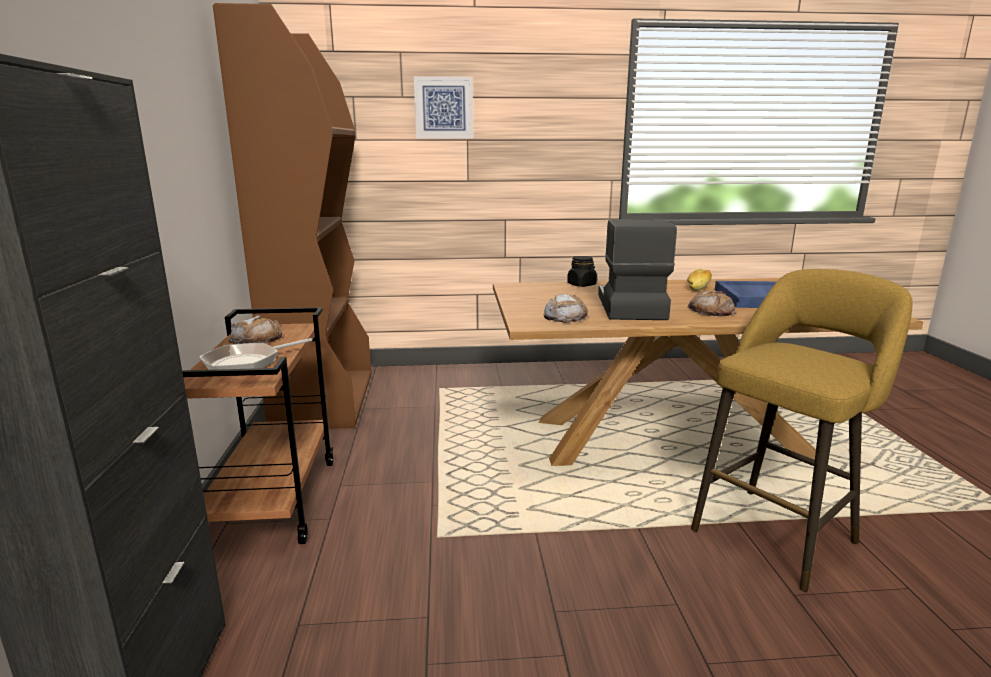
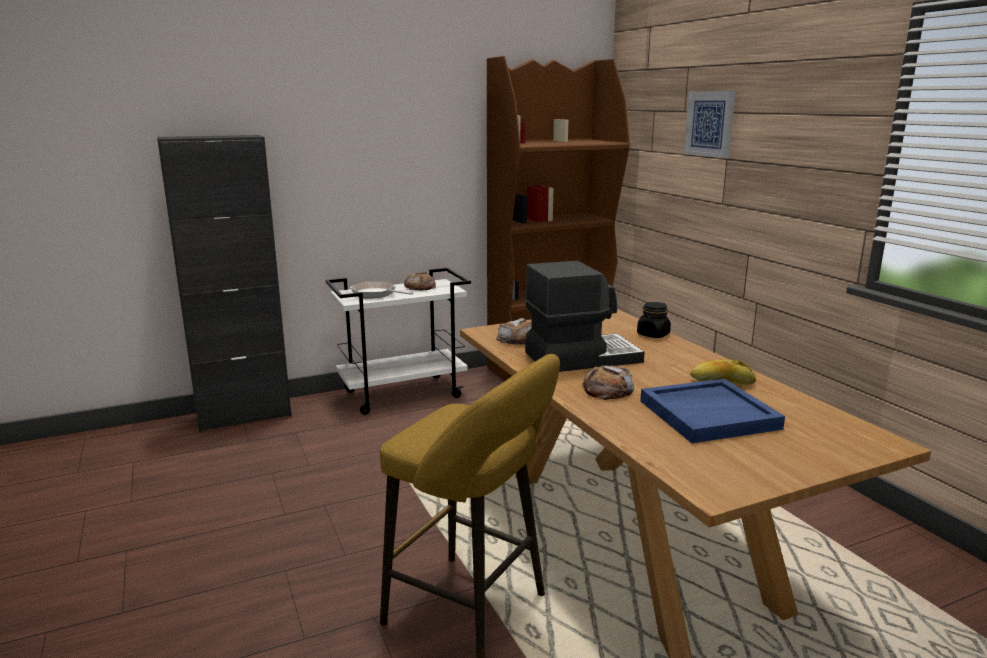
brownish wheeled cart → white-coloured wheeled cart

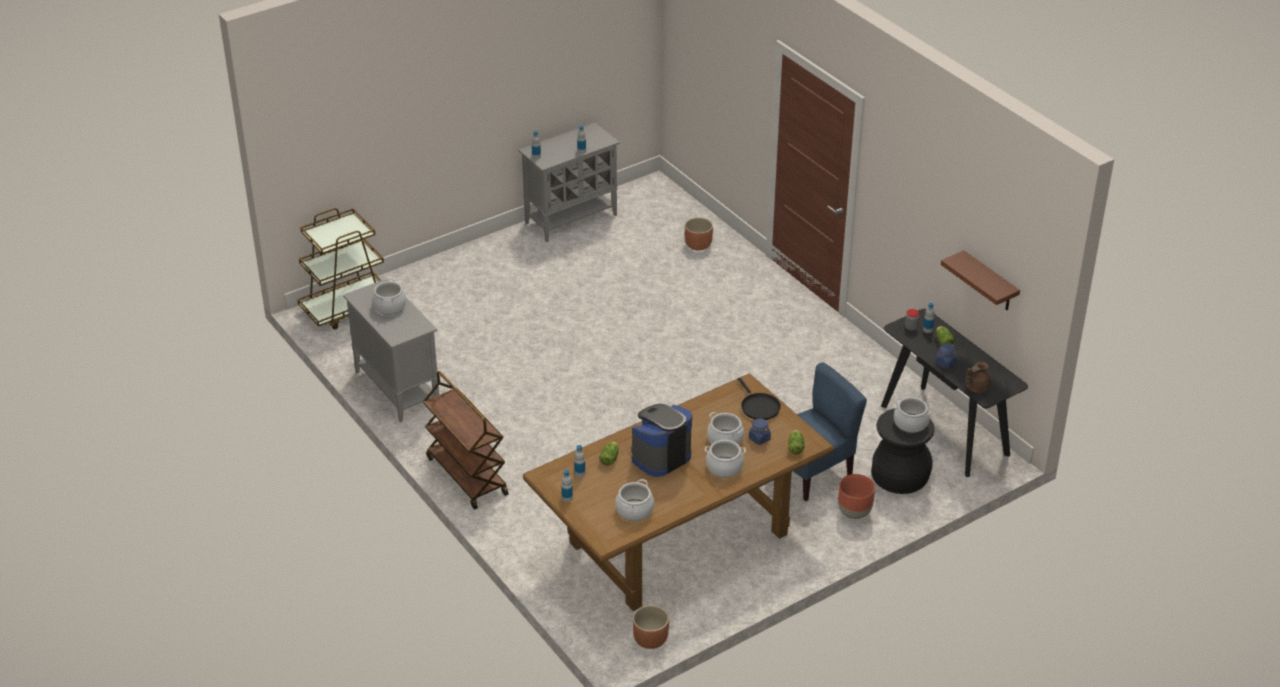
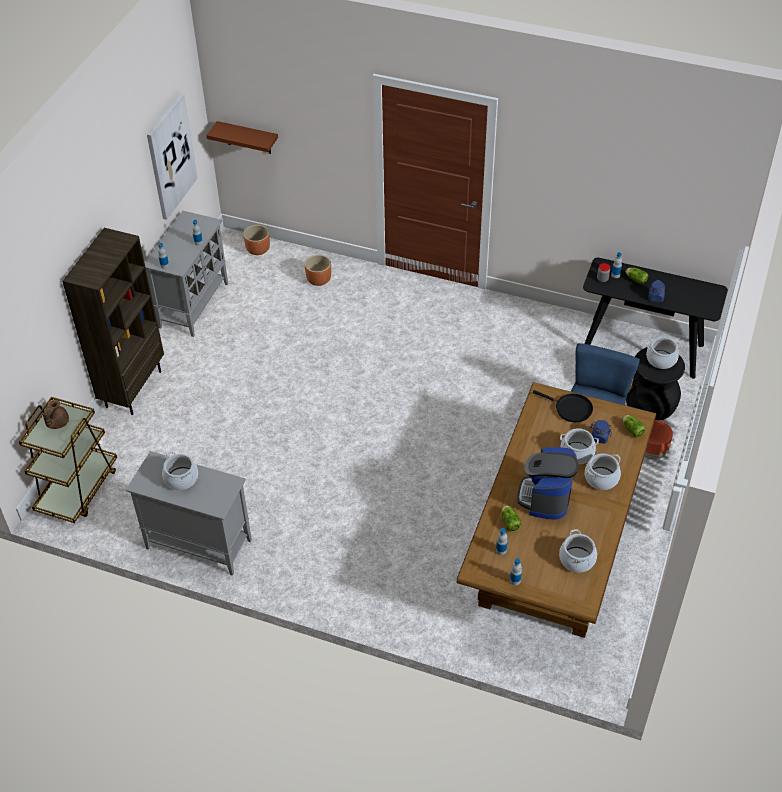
brownish teapot, shifted
- → brownish bookshelf
- → picture
brownish bracket shelf, shifted
brownish flower pot (no. 1 from left), shifted
brownish wheeled cart (no. 2 from left) → -

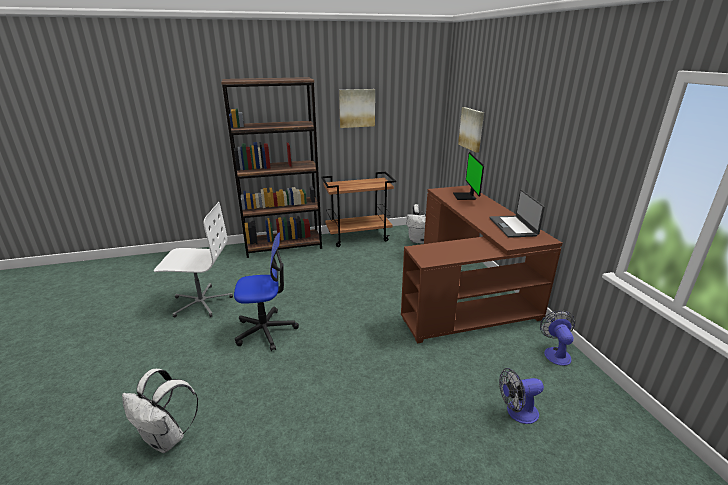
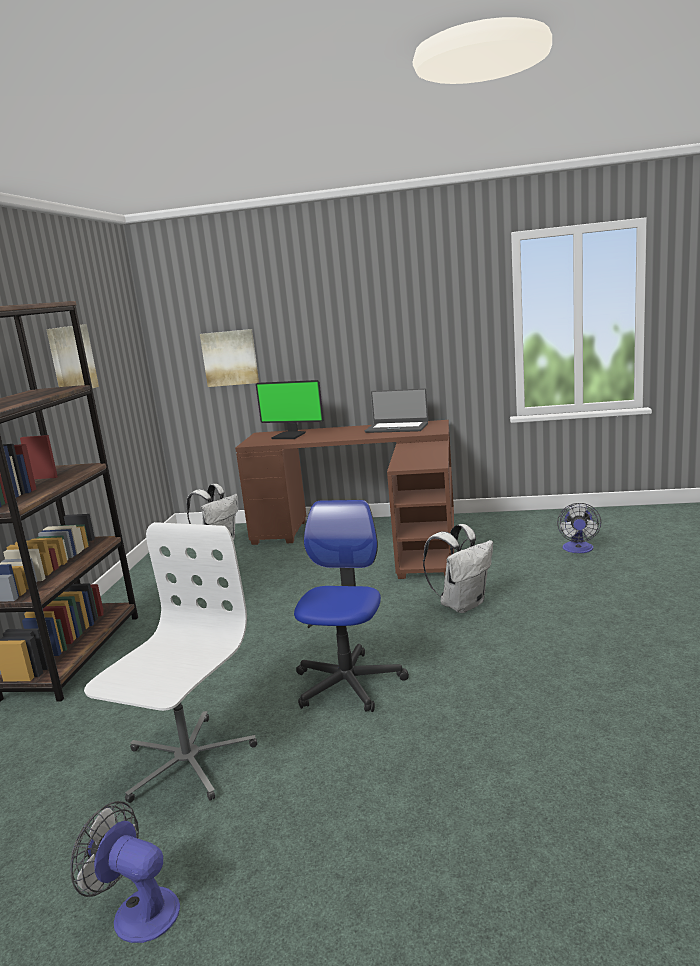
cooling fan (no. 2 from left in the first image) → cooling fan (no. 1 from left), shifted
white-coloured knapsack (no. 1 from left in the first image) → white-coloured knapsack (no. 2 from left), shifted
brownish wheeled cart → -

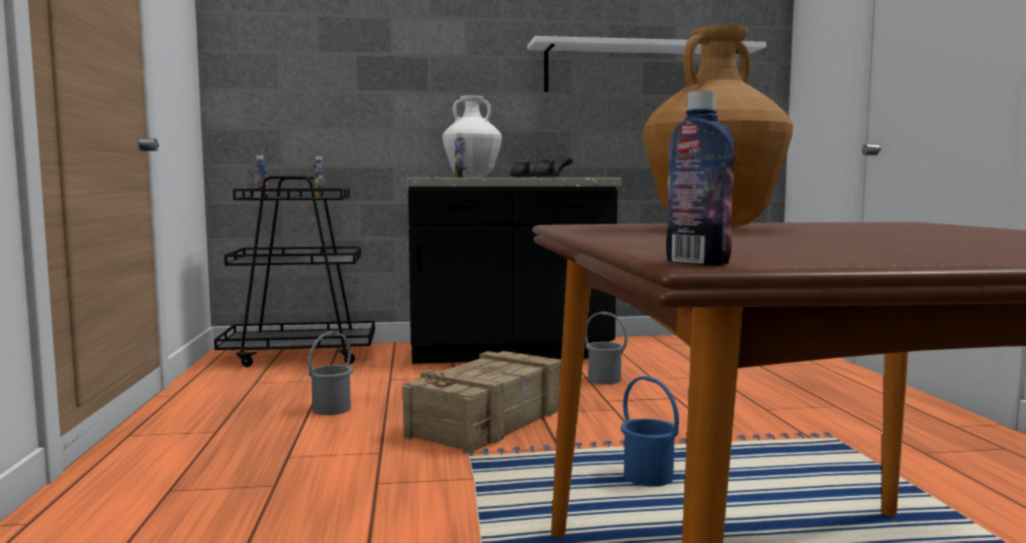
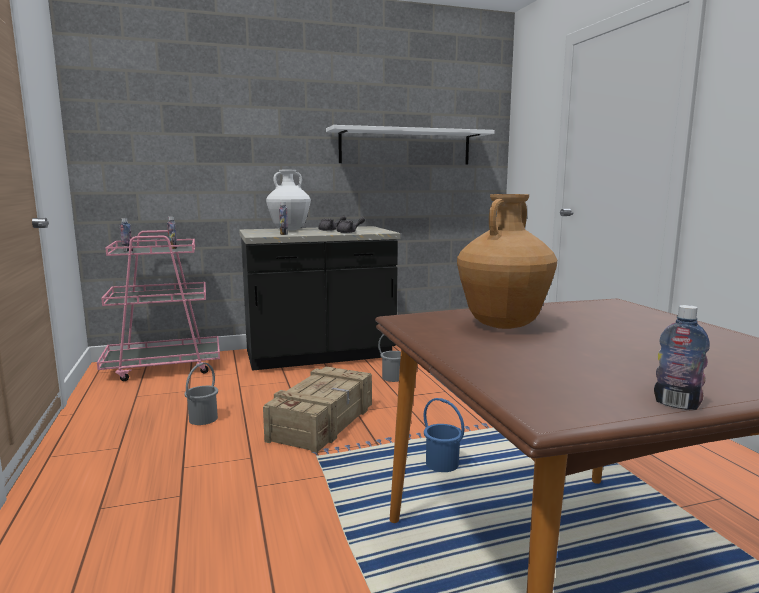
black wheeled cart → pinkish wheeled cart
beverage bottle (no. 4 from left), shifted

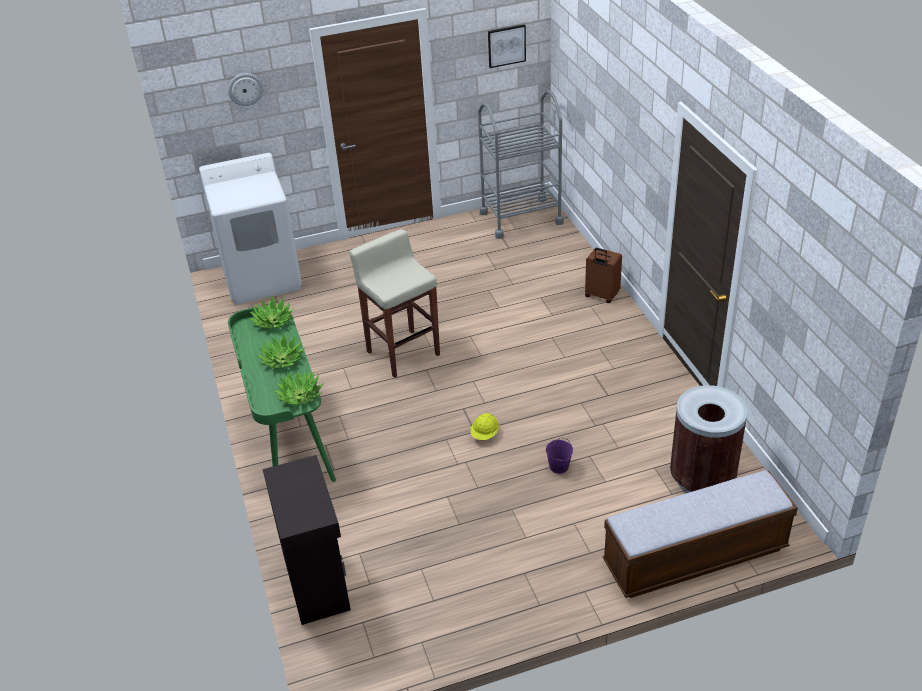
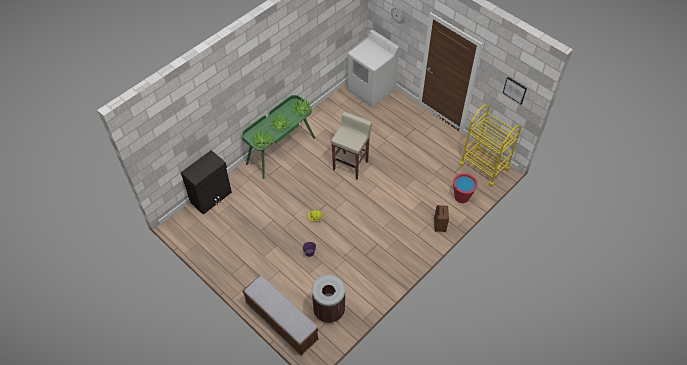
- → red-coloured water bucket
gray wheeled cart → yellow wheeled cart

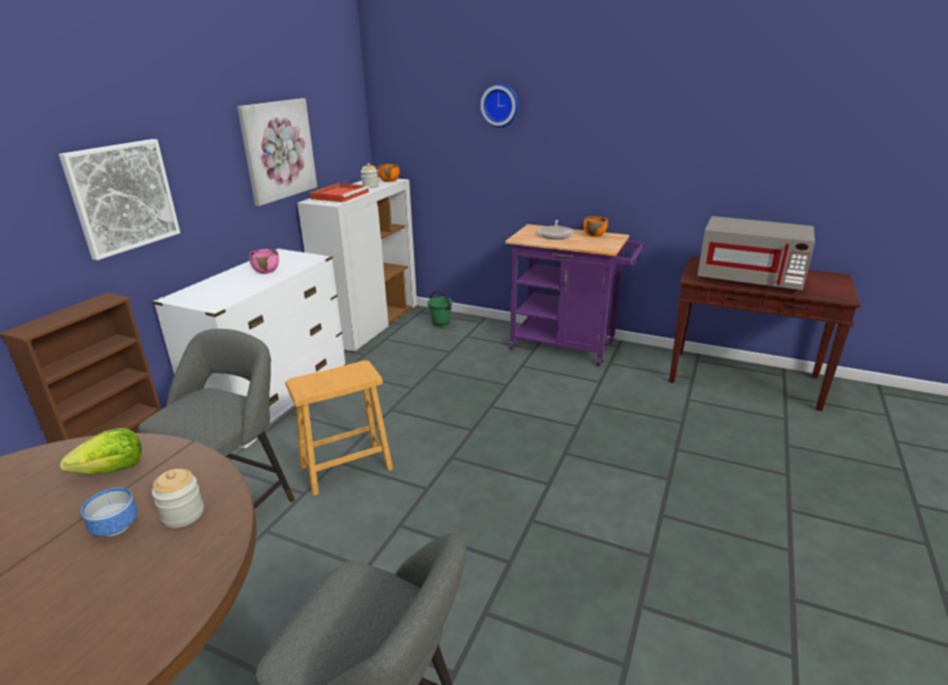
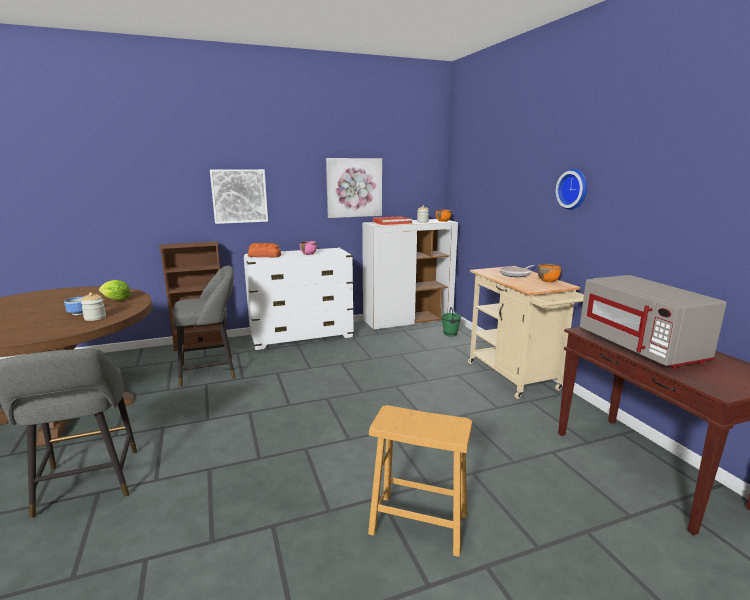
- → bread
brownish stool, shifted
purple-coloured wheeled cart → beige-coloured wheeled cart
clock on the wall, shifted

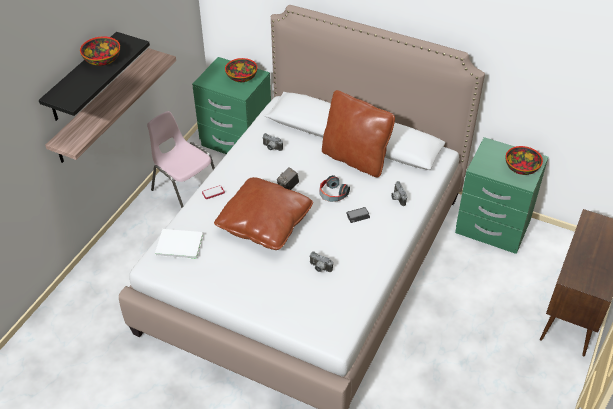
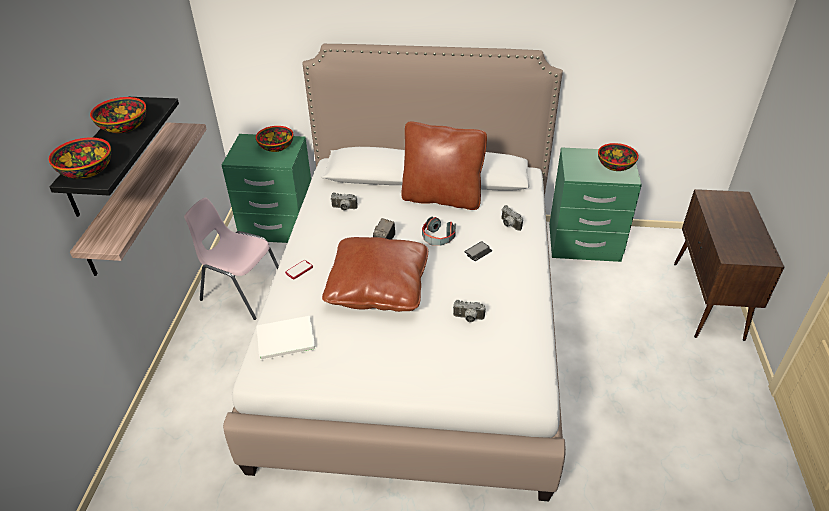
- → deep dish (no. 1 from left)

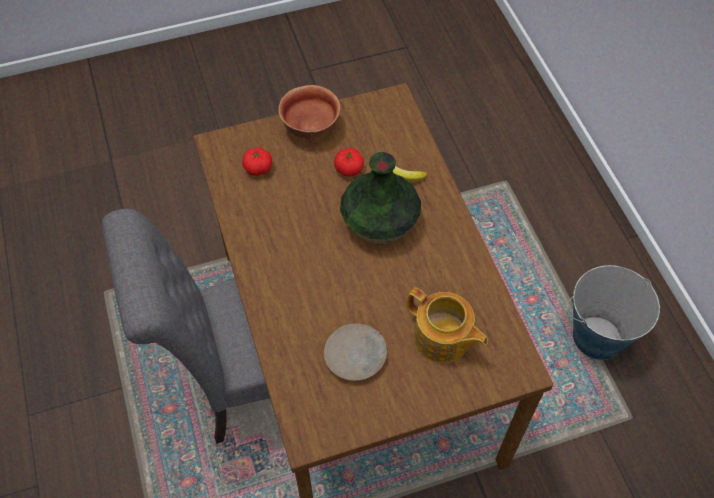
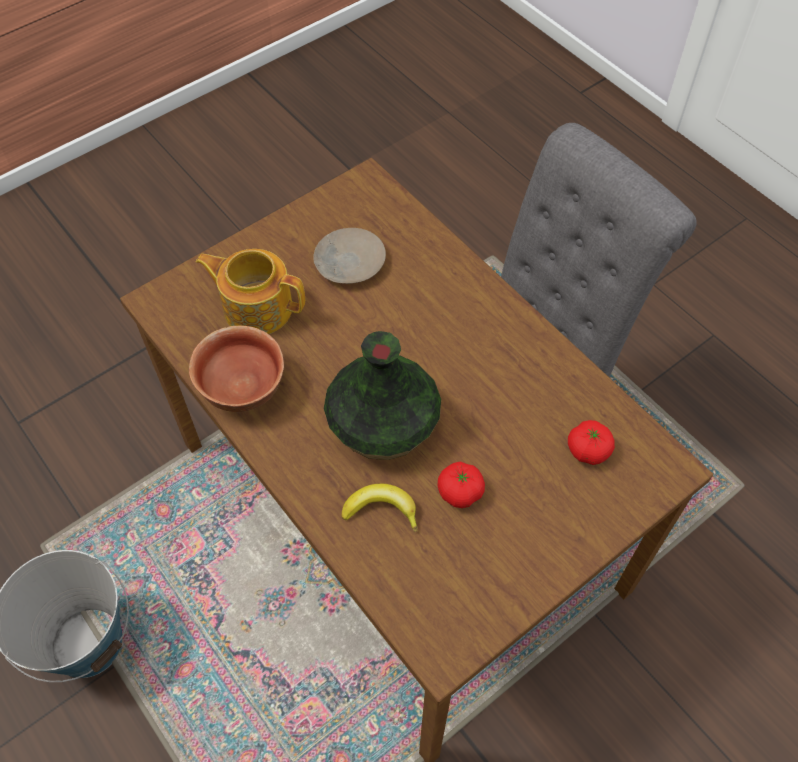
deep dish, shifted

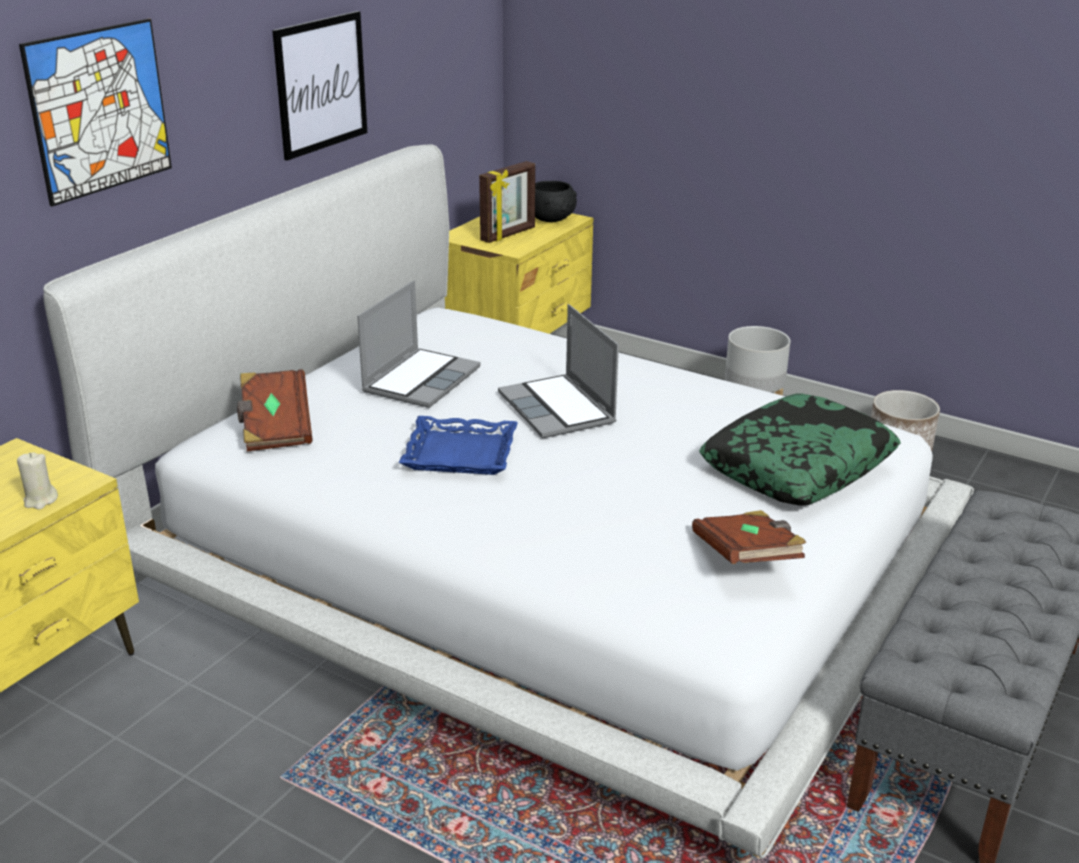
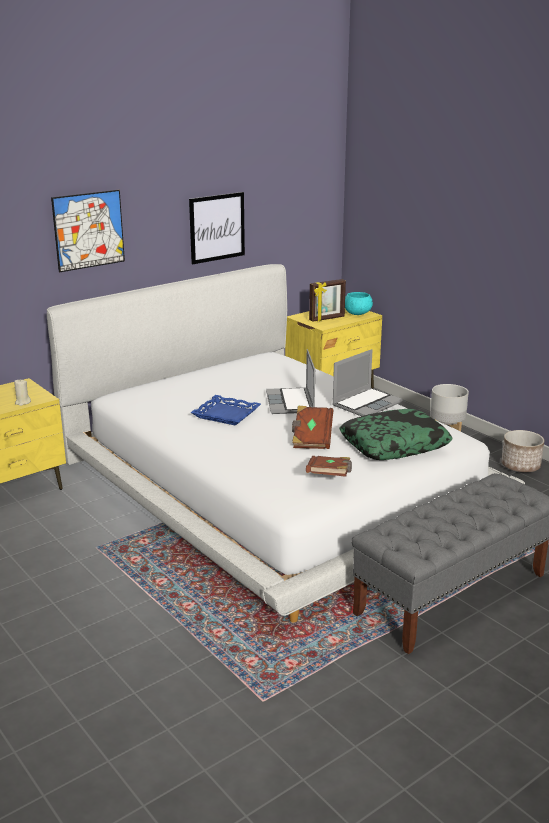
brownish bound book (no. 1 from left), shifted
notebook computer (no. 1 from left in the first image) → notebook computer (no. 2 from left), shifted
black deep dish → turquoise deep dish

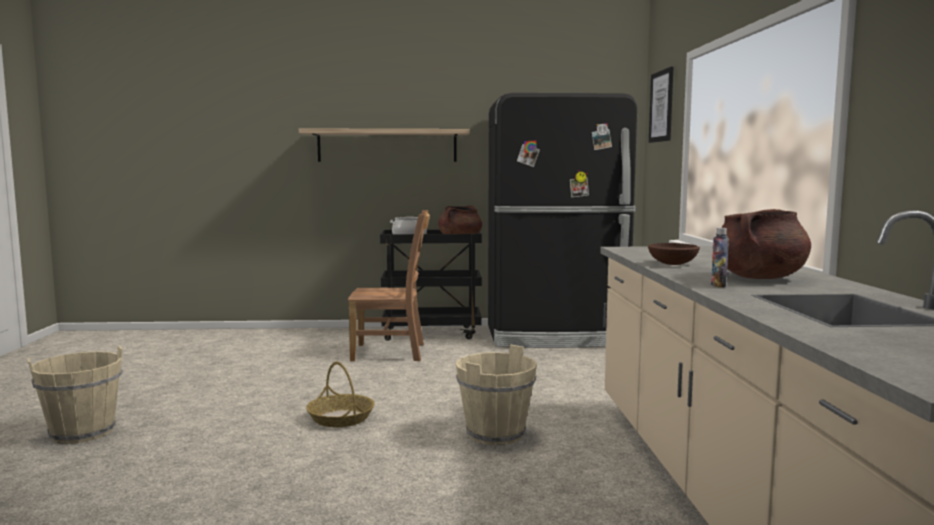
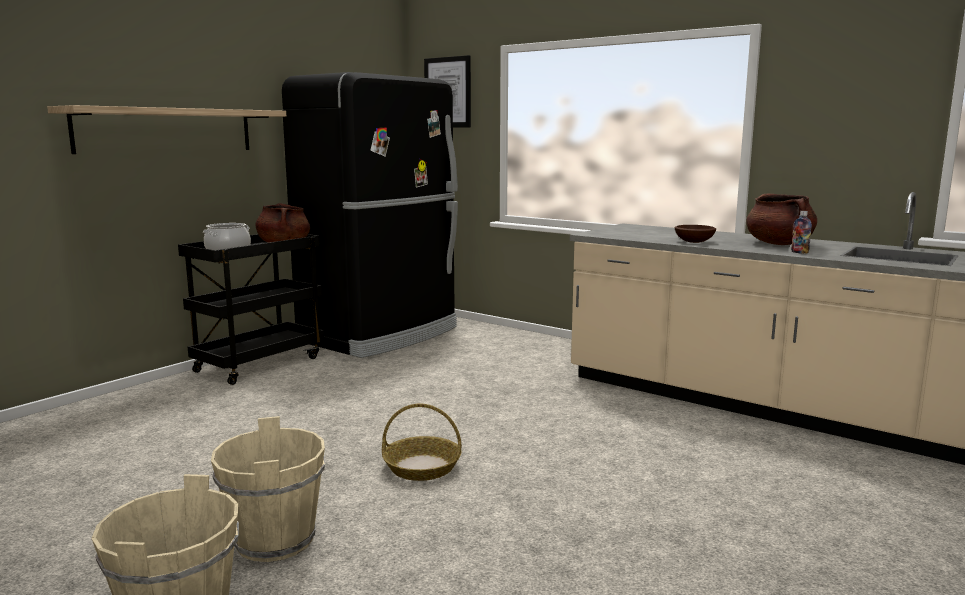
beige-coloured water bucket (no. 2 from left), shifted
brownish plain chair → -

